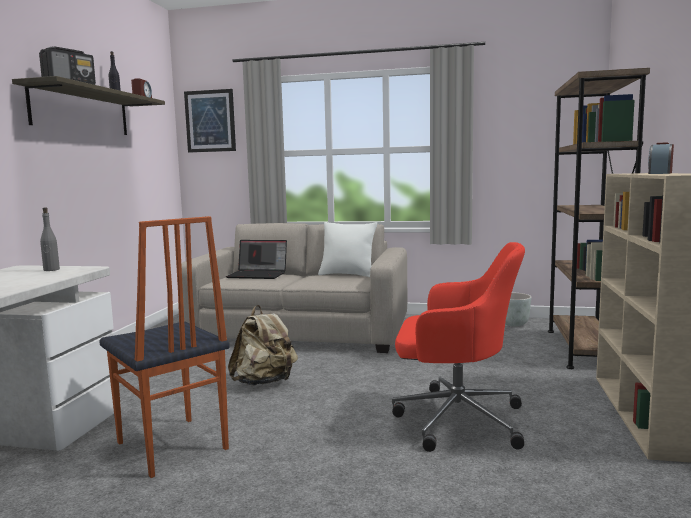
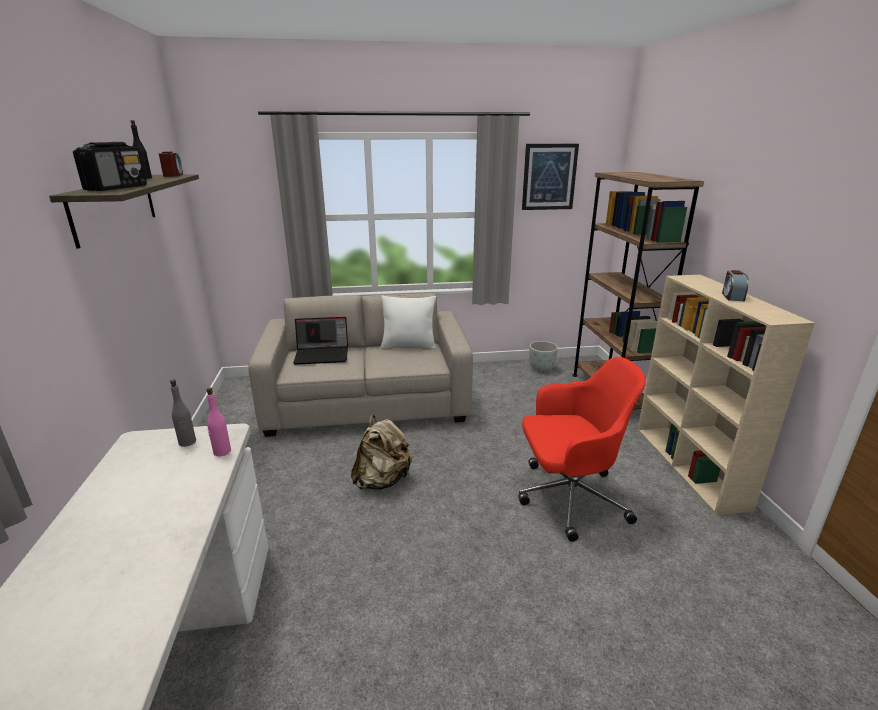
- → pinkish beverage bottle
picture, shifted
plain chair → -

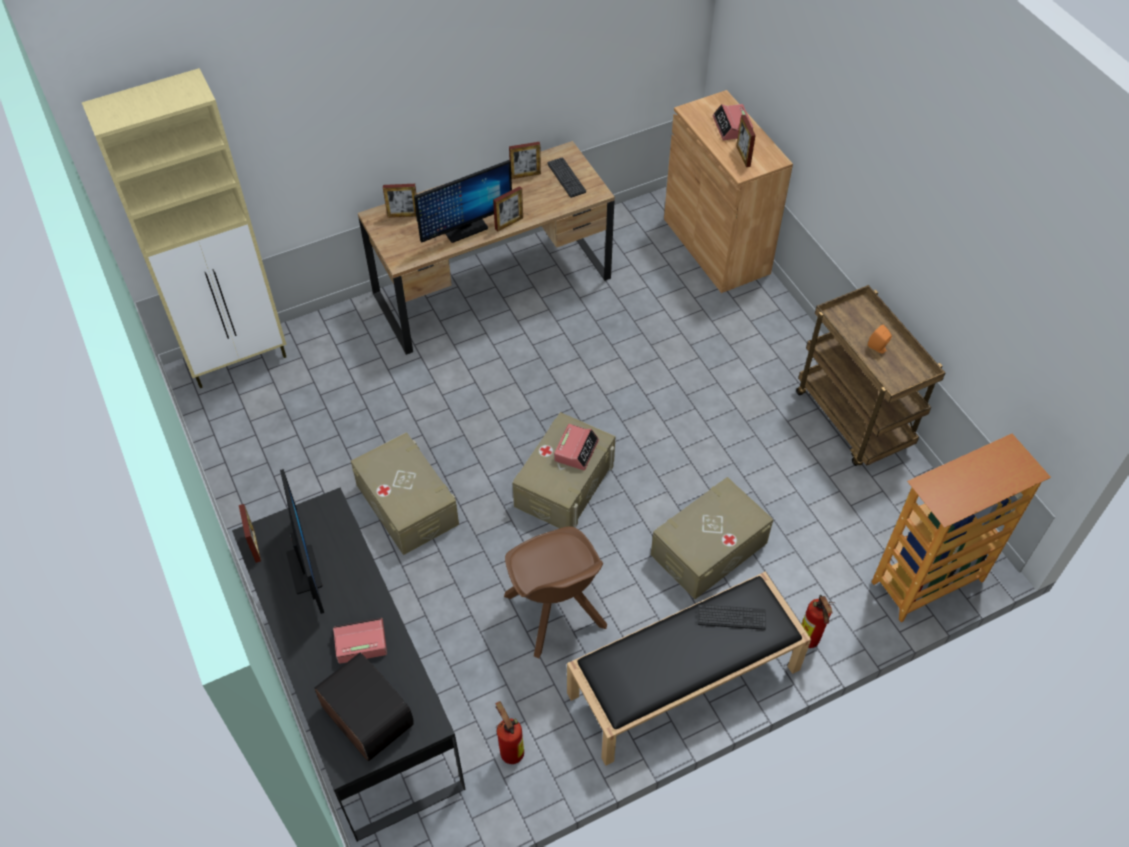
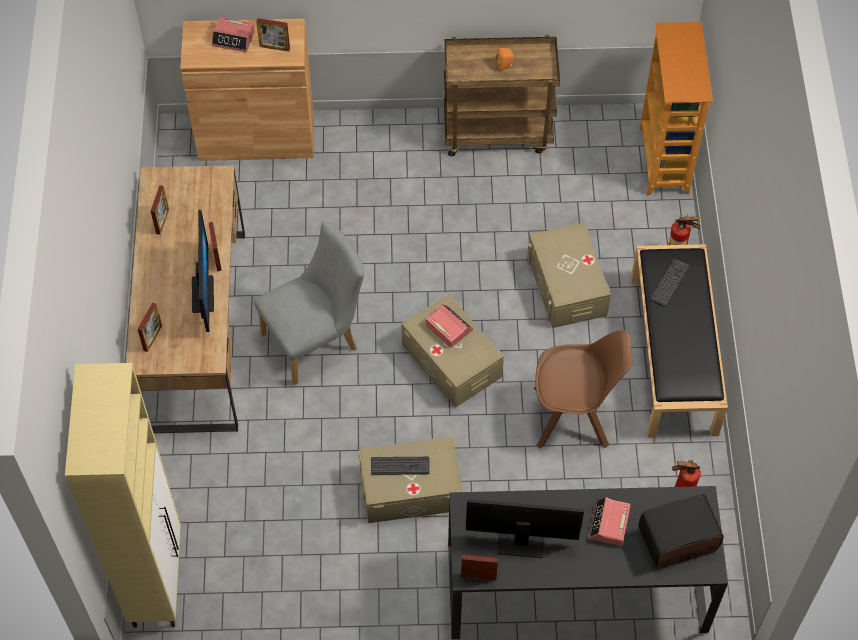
- → gray plain chair
keyboard (no. 1 from left), shifted

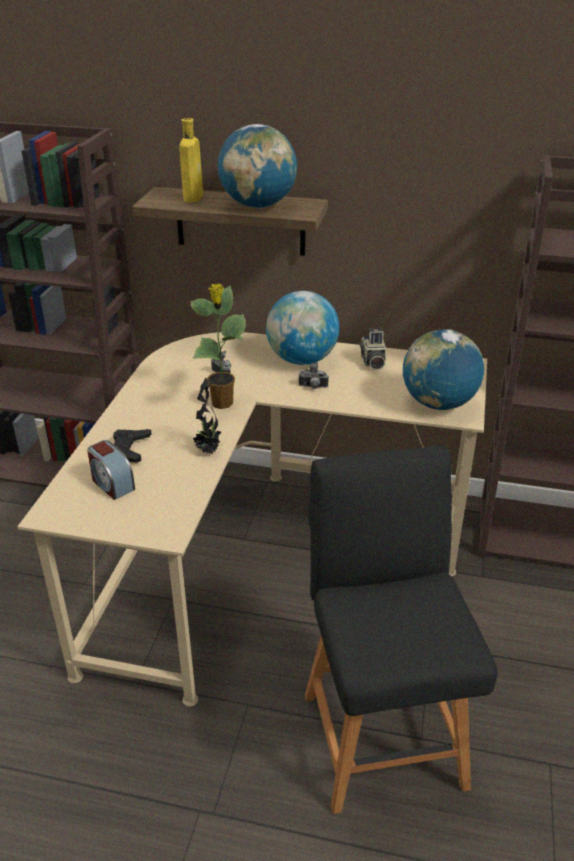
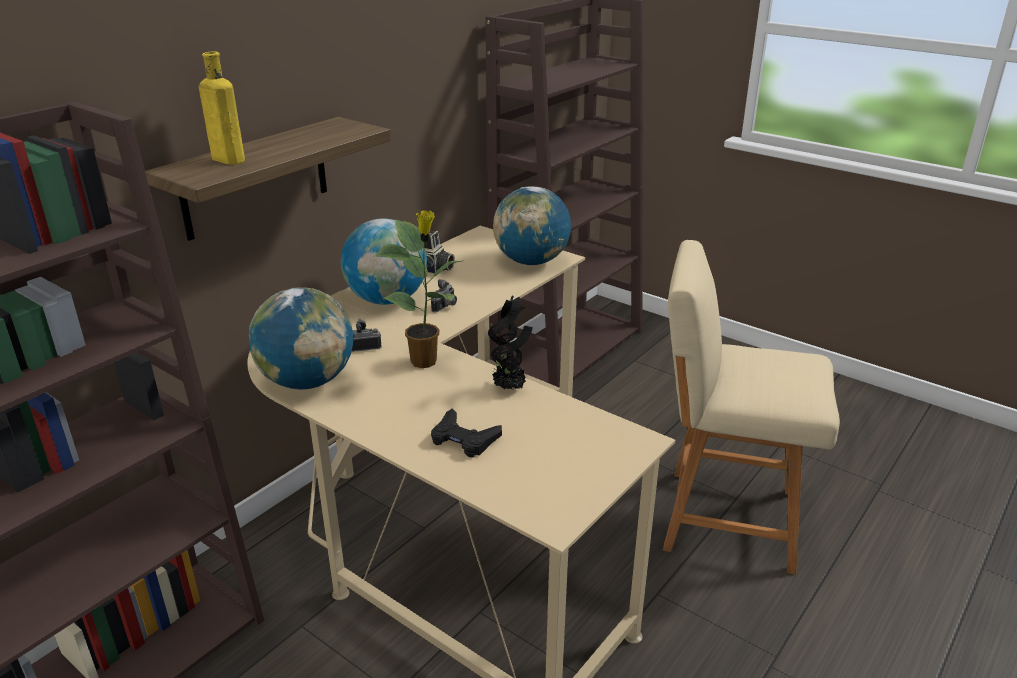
desk globe (no. 1 from left), shifted
black plain chair → beige-coloured plain chair
bedside clock → -

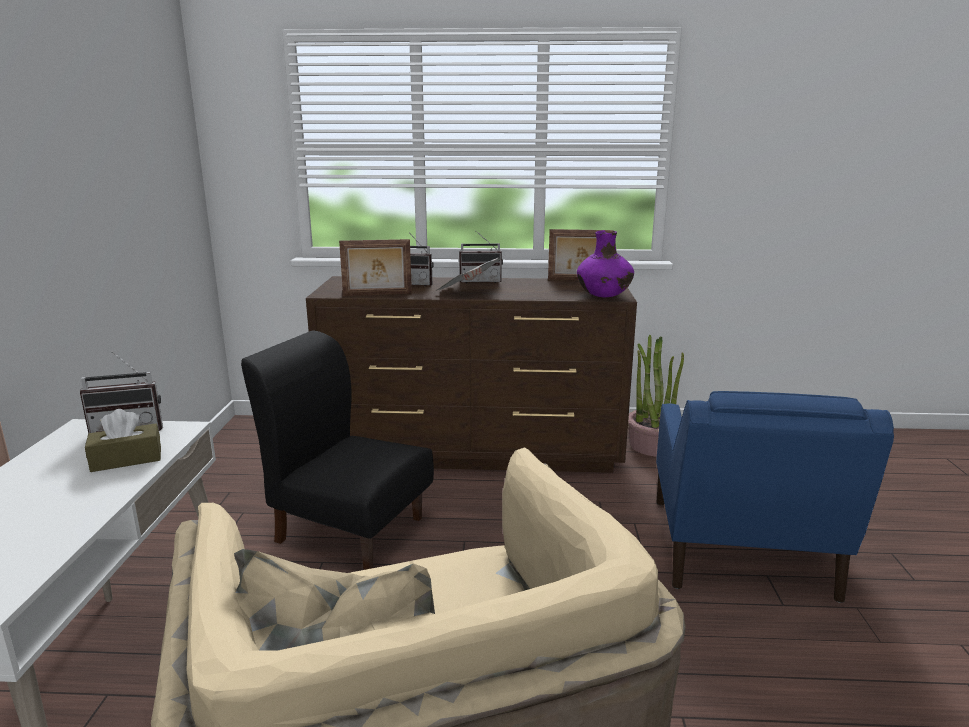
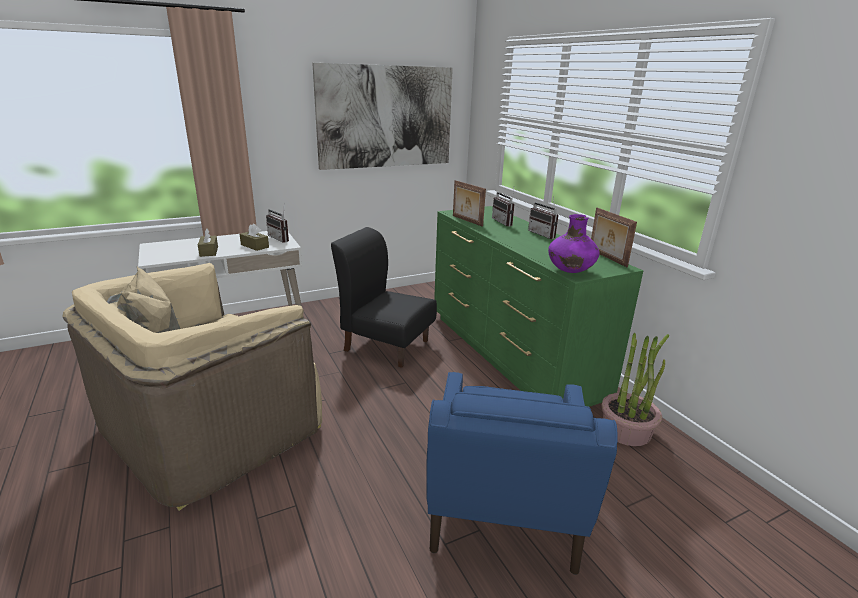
- → brownish box of tissues (no. 1 from left)
- → picture
black plain chair, 60 degrees counterclockwise
blue lounge chair, 60 degrees counterclockwise
brownish chest of drawers → greenish chest of drawers
daily paper → -

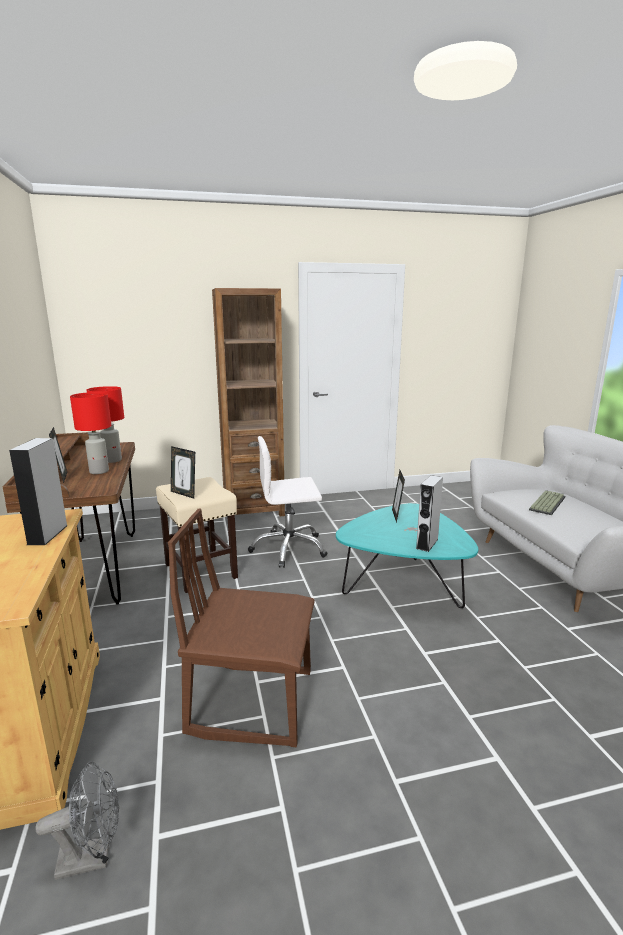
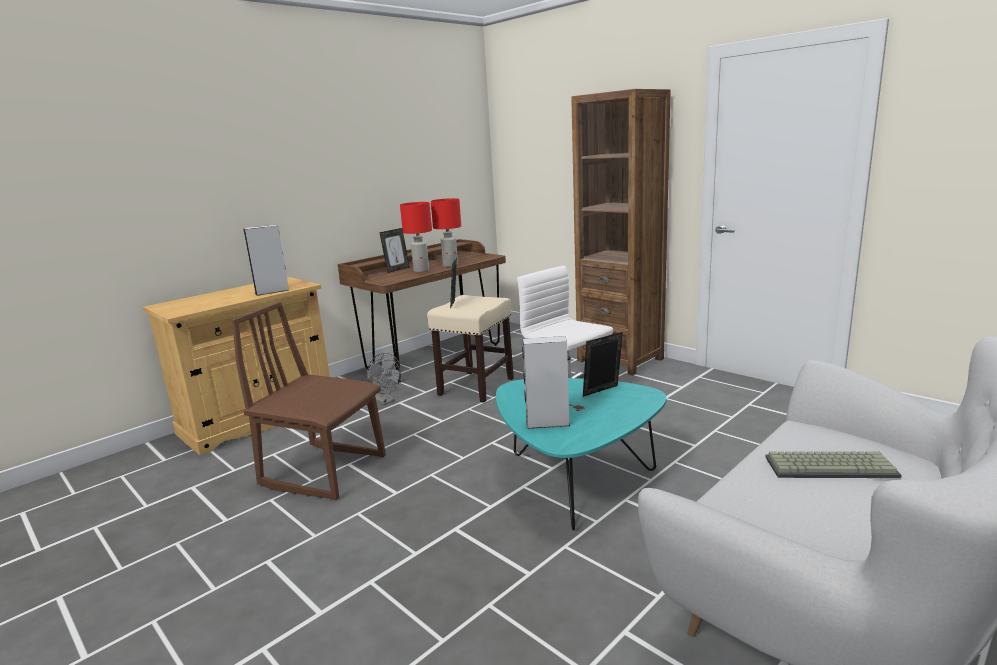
brownish plain chair, 45 degrees counterclockwise
gray cooling fan, shifted

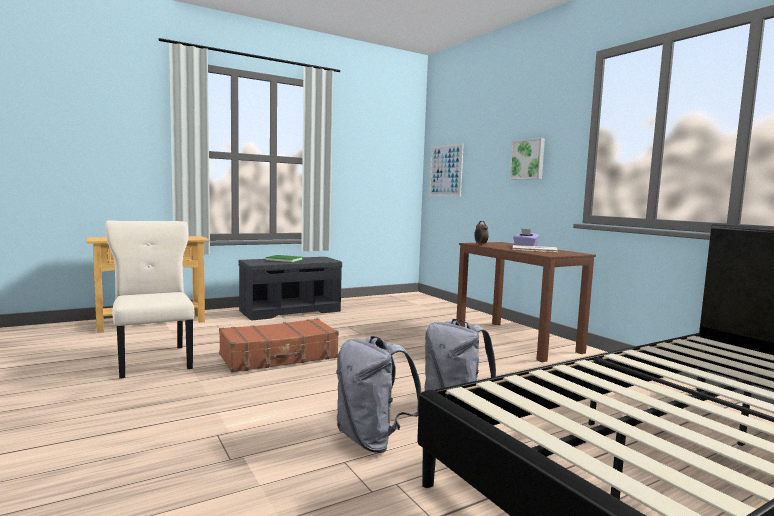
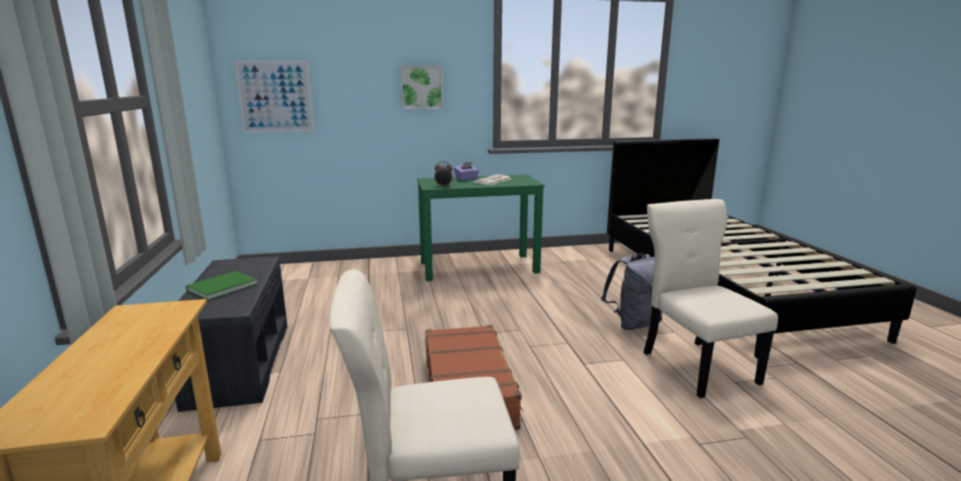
brownish desk unit → greenish desk unit
gray knapsack (no. 1 from left) → beige-coloured plain chair (no. 2 from left)

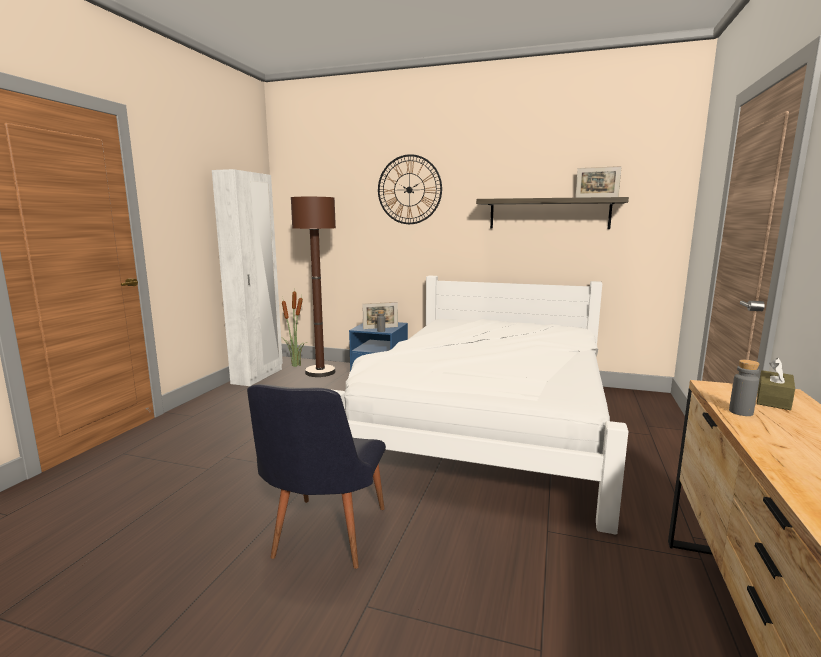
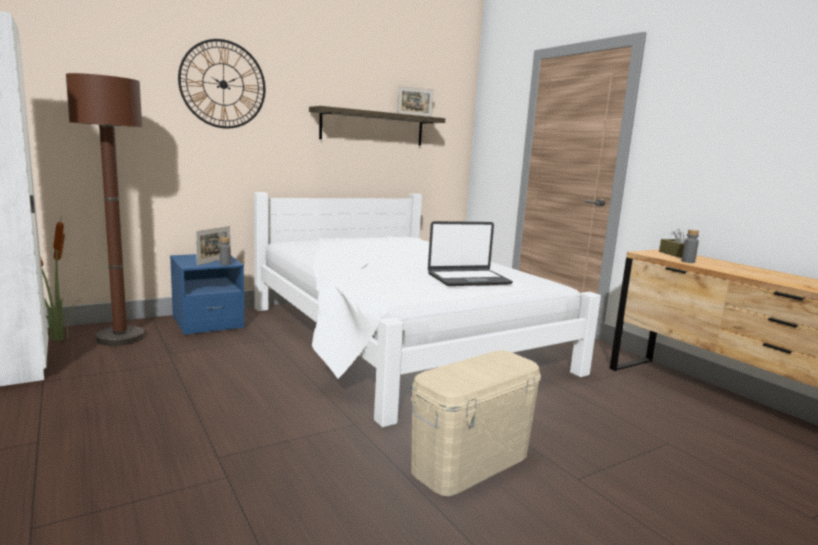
black plain chair → beige-coloured storage container
- → notebook computer

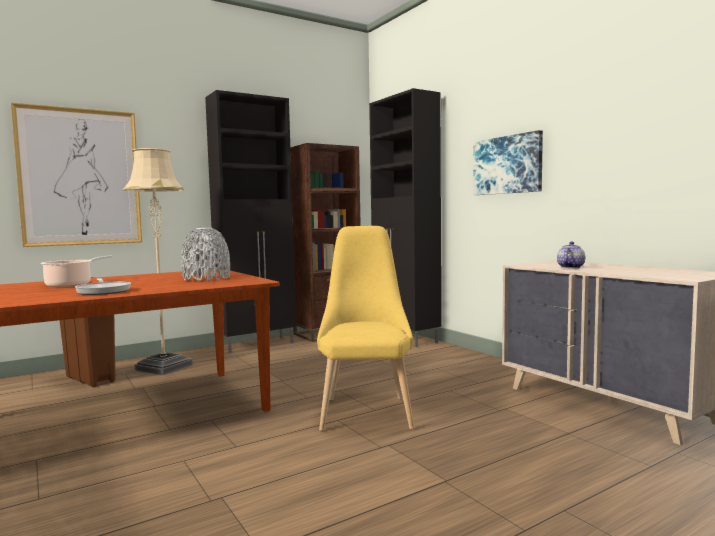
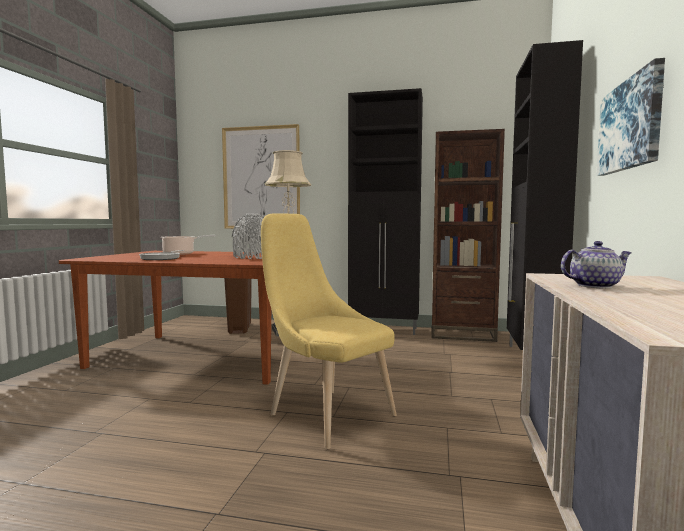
yellow plain chair, 90 degrees counterclockwise

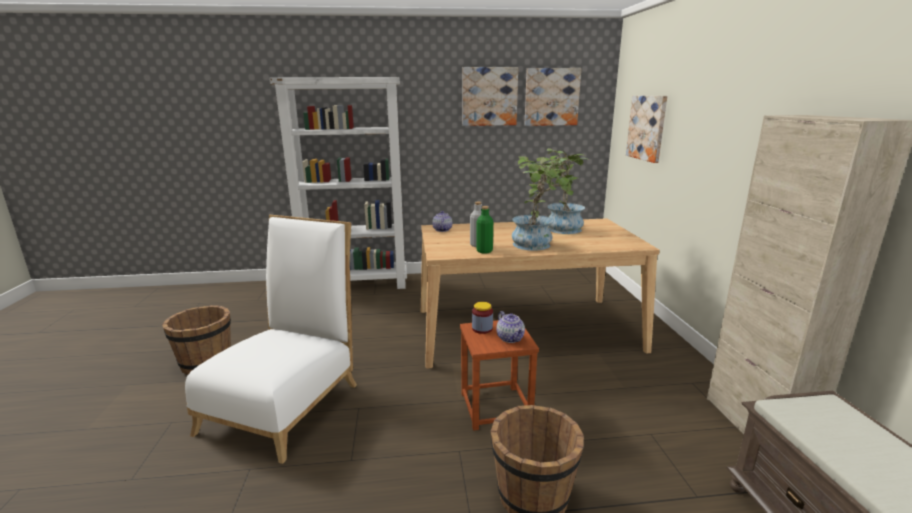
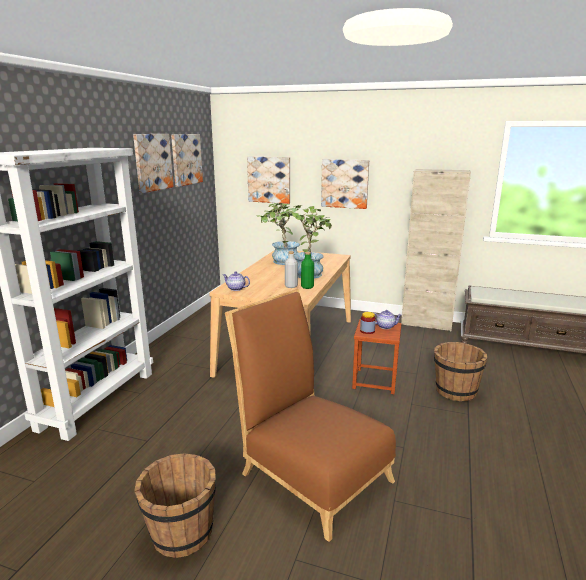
white-coloured plain chair → brownish plain chair
- → picture (no. 4 from left)

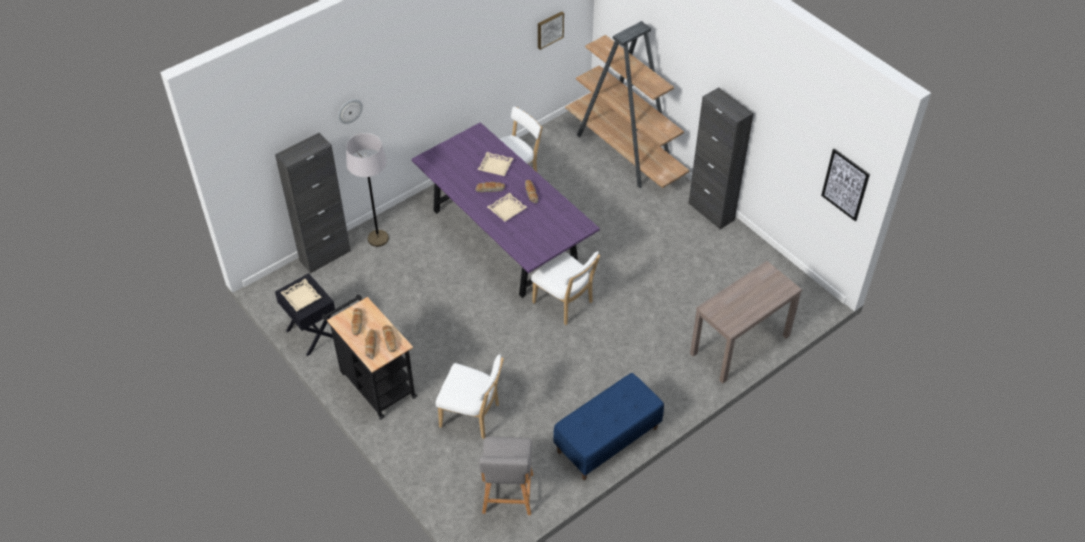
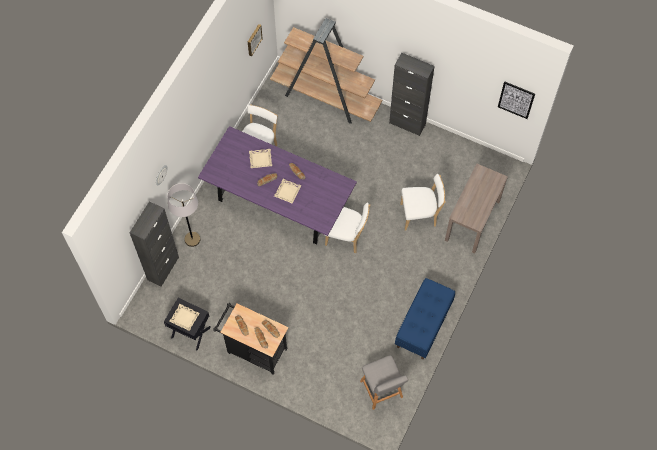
white-coloured plain chair (no. 1 from left in the first image) → white-coloured plain chair (no. 3 from left), shifted

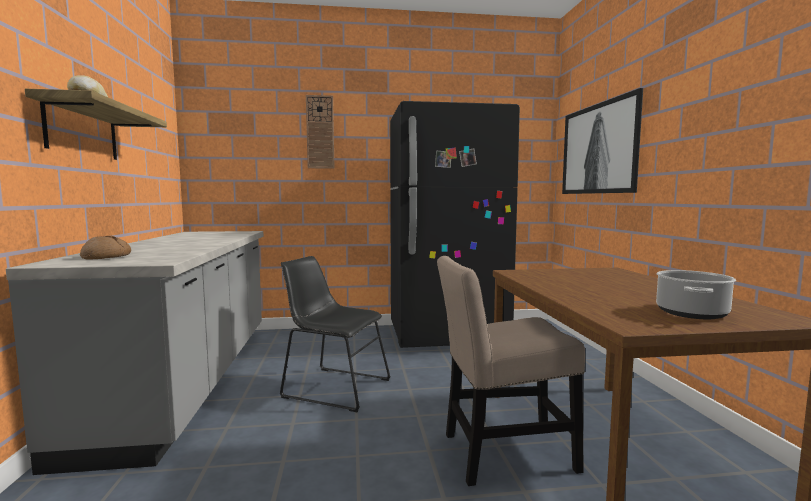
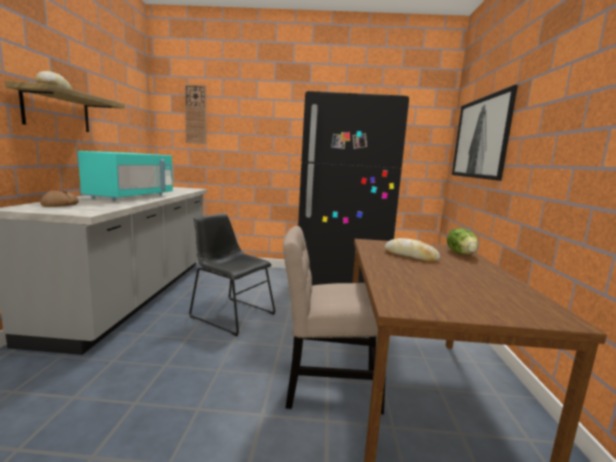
- → turquoise kitchen microwave
clock on the wall, shifted
- → bread (no. 3 from left)
- → lettuce
saucepot → -

